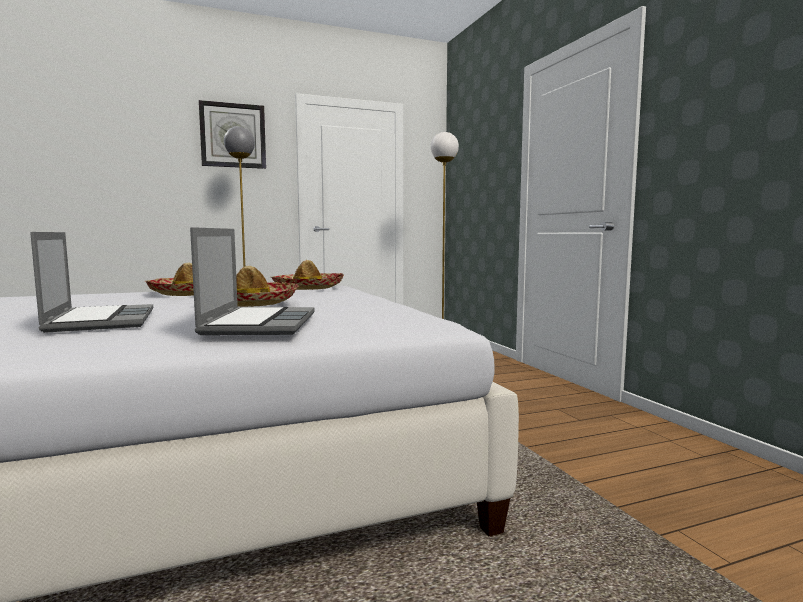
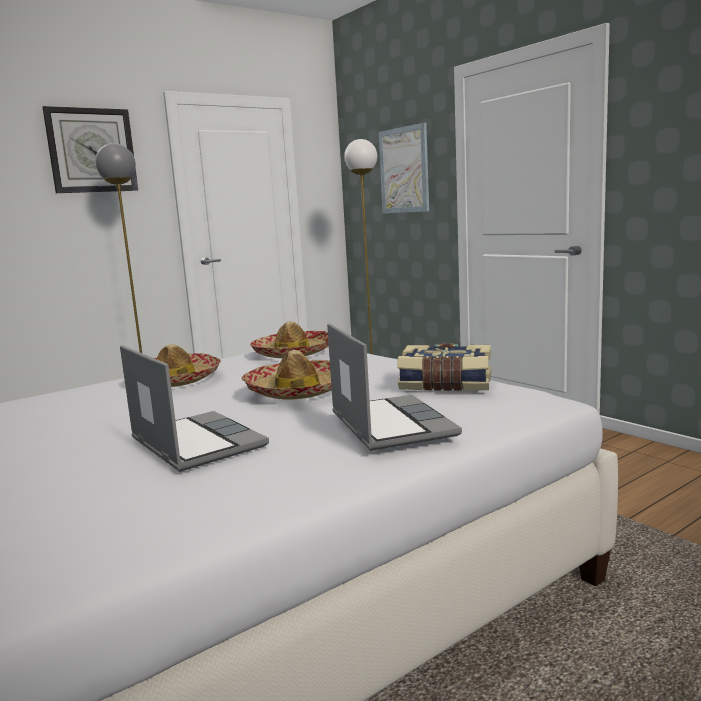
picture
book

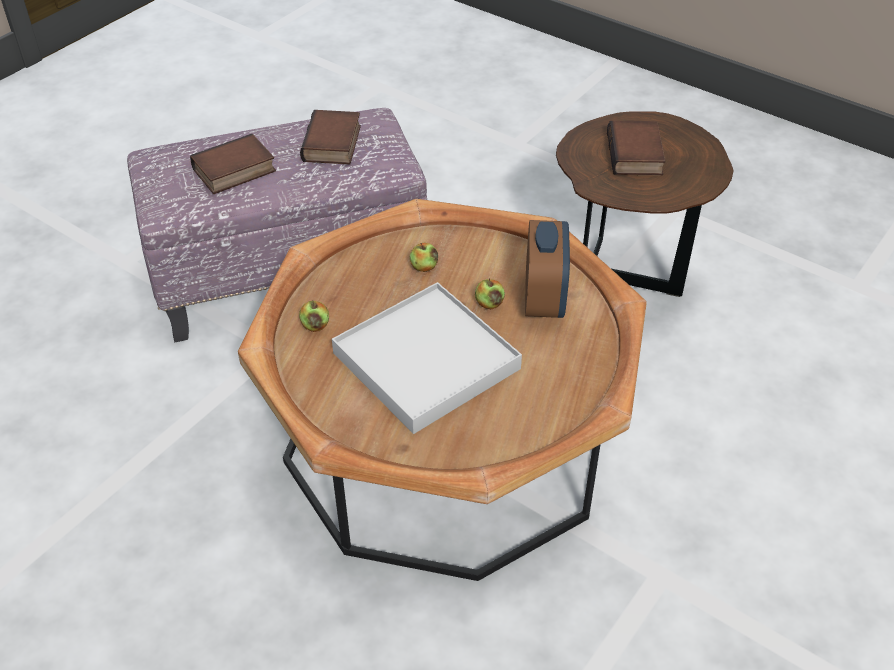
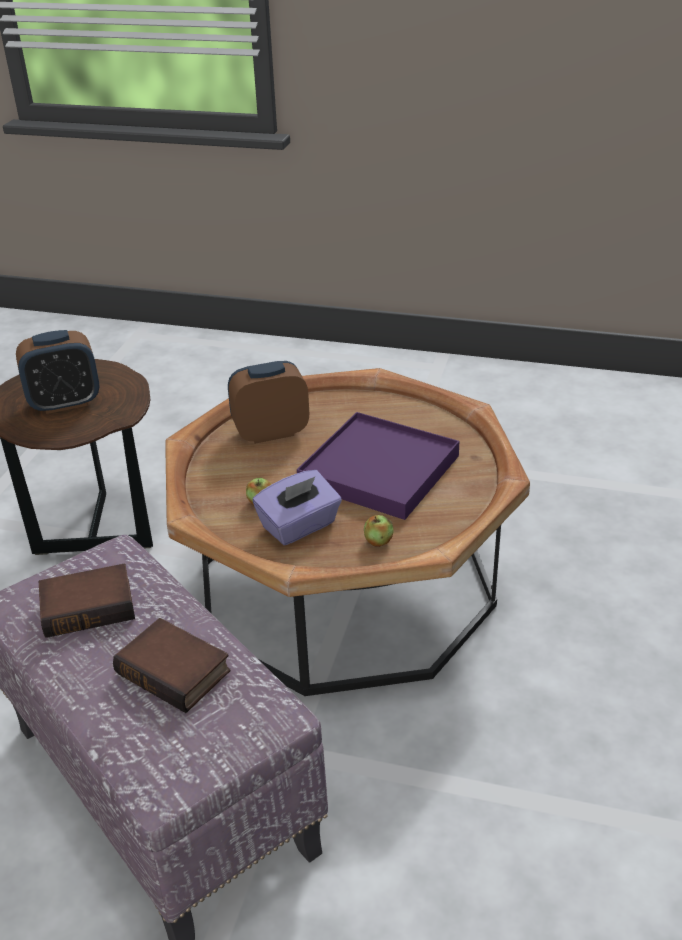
alarm clock (1st from left)
purple tissue box
purple tray
apple (3rd from left in the first image)

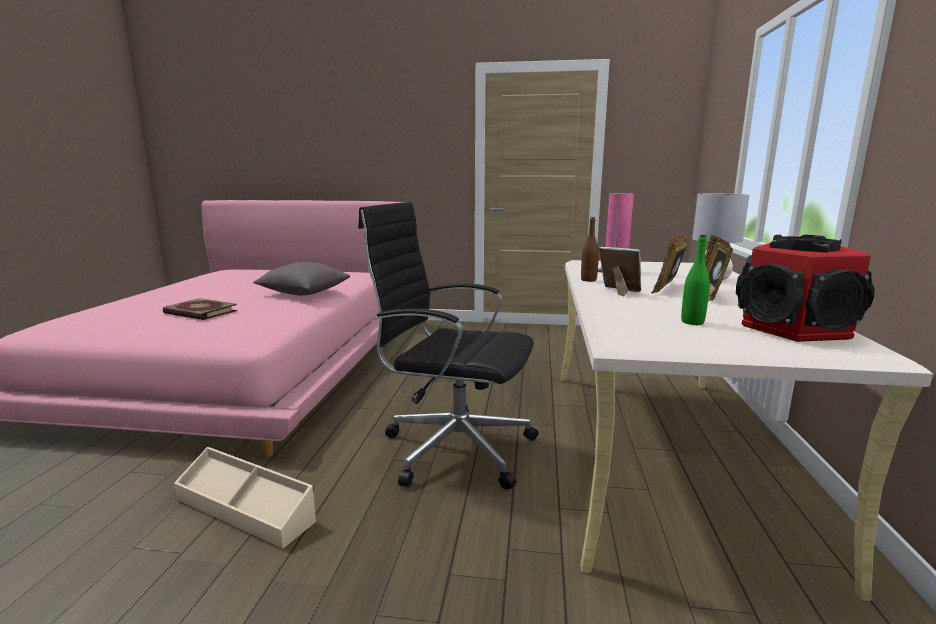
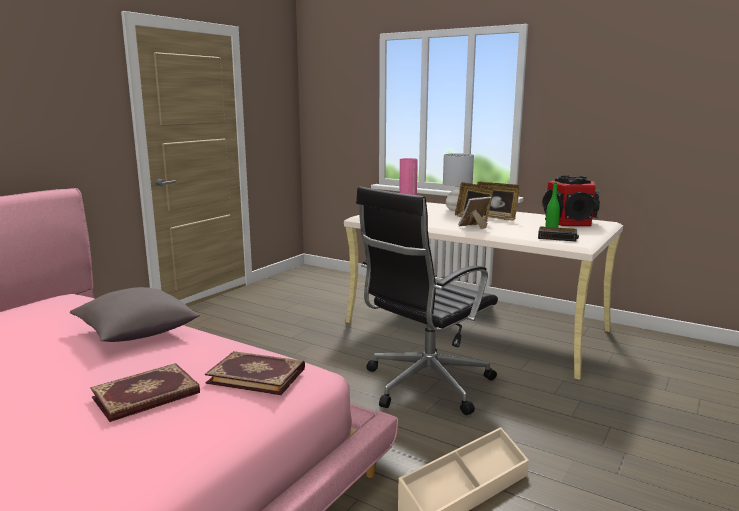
book (2nd from left)
alarm clock
brown bottle

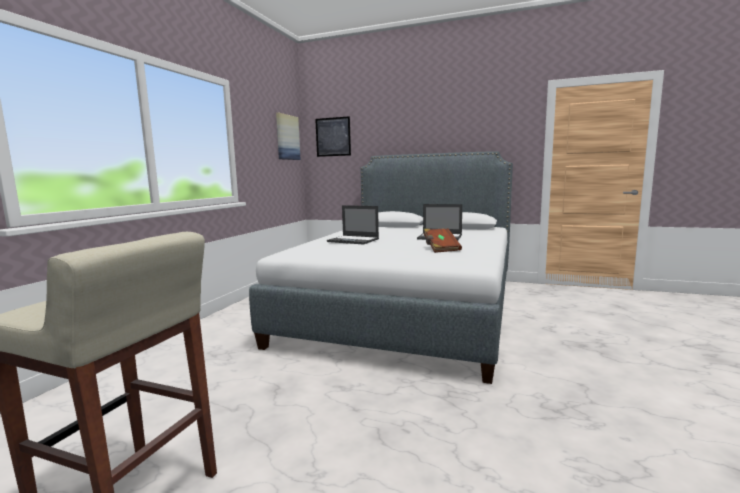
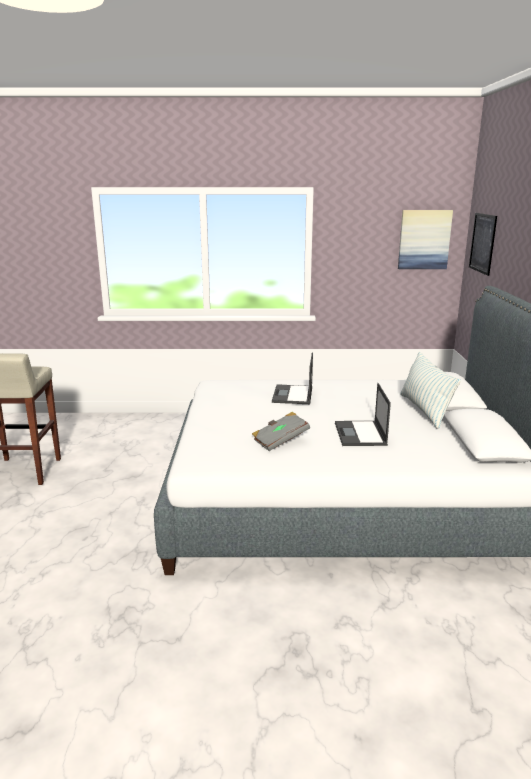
grey book
pillow

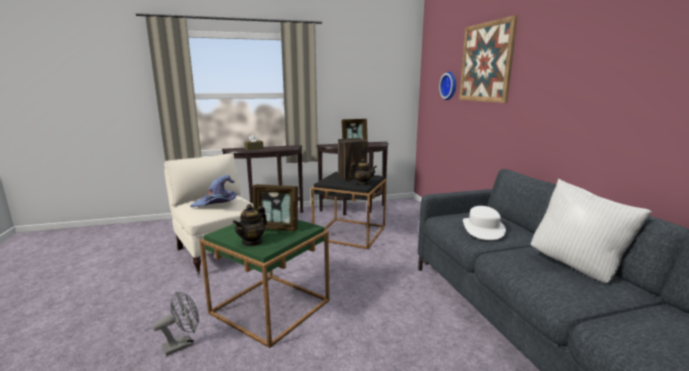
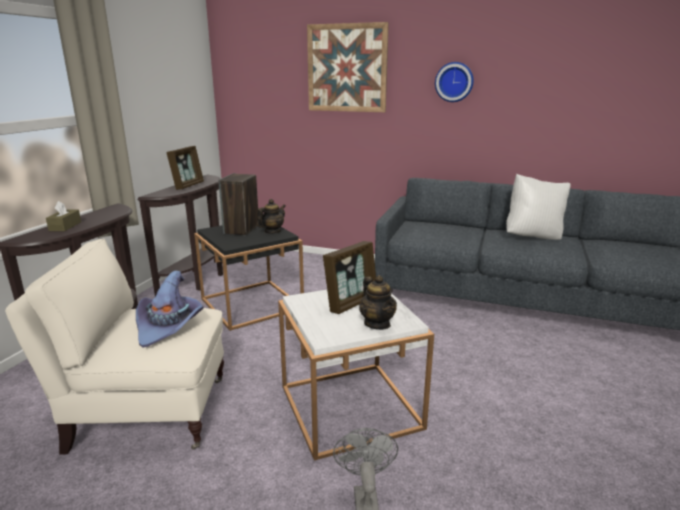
white side table
wall clock
white hat

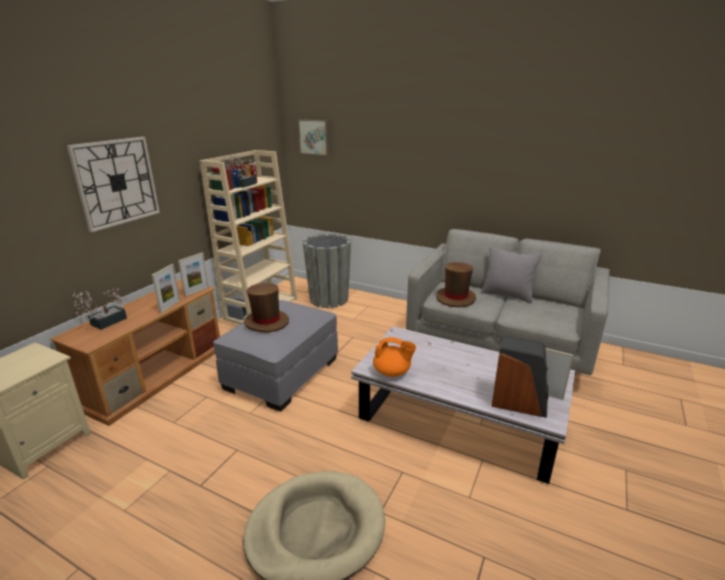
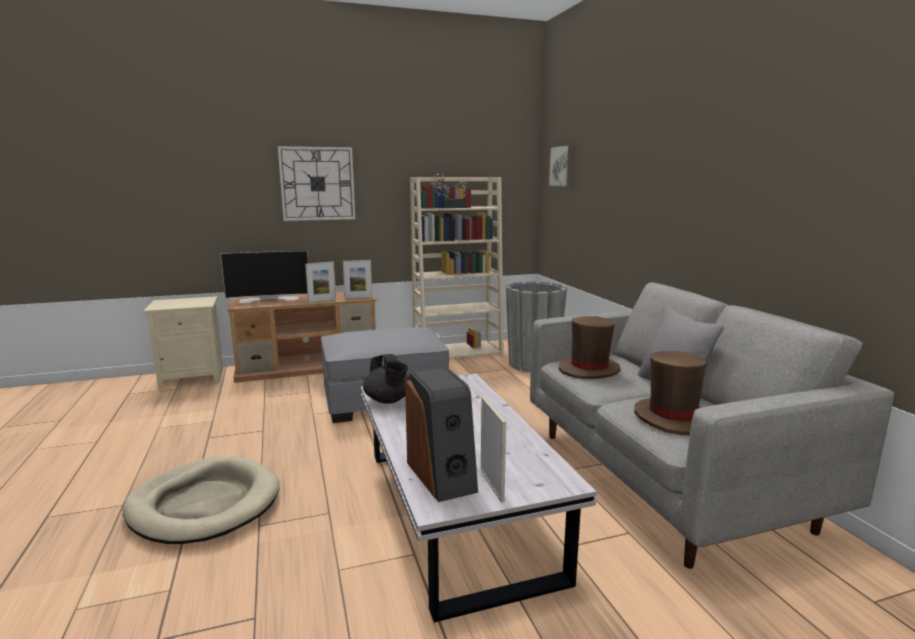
television
black teapot
brown hat (2nd from left)

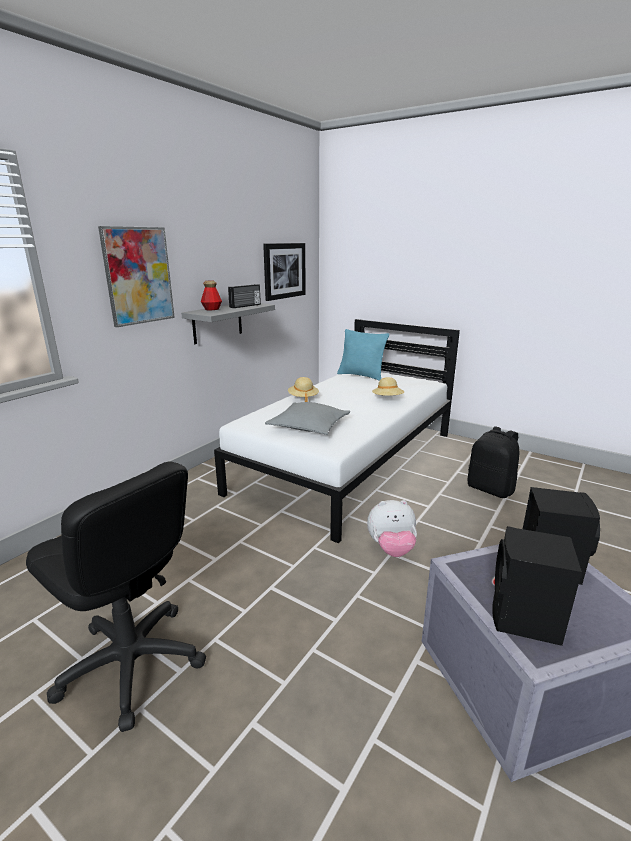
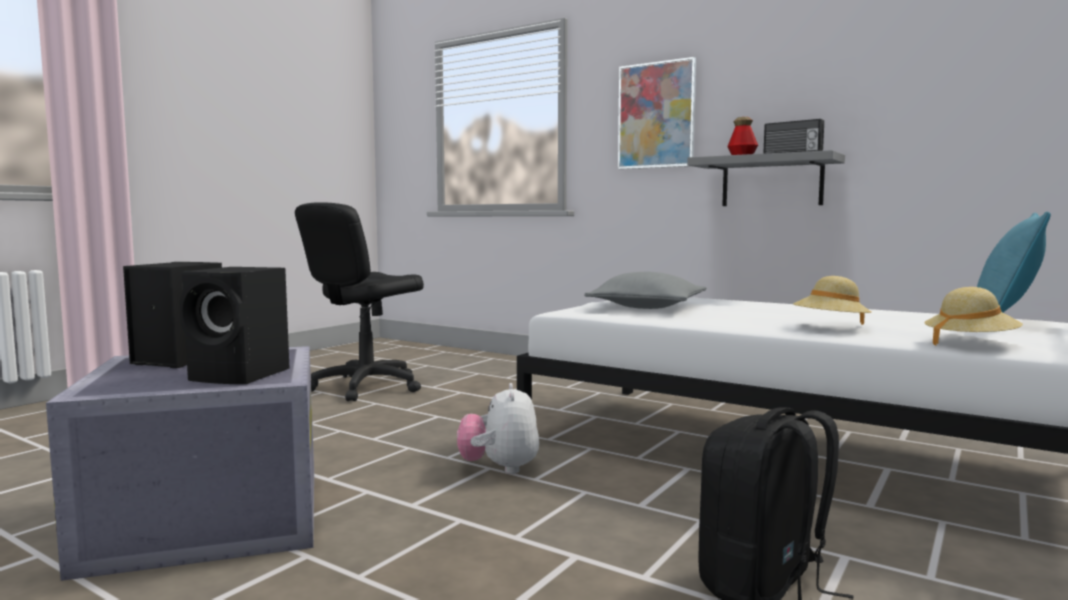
beige hat (2nd from left)
picture (2nd from left in the first image)

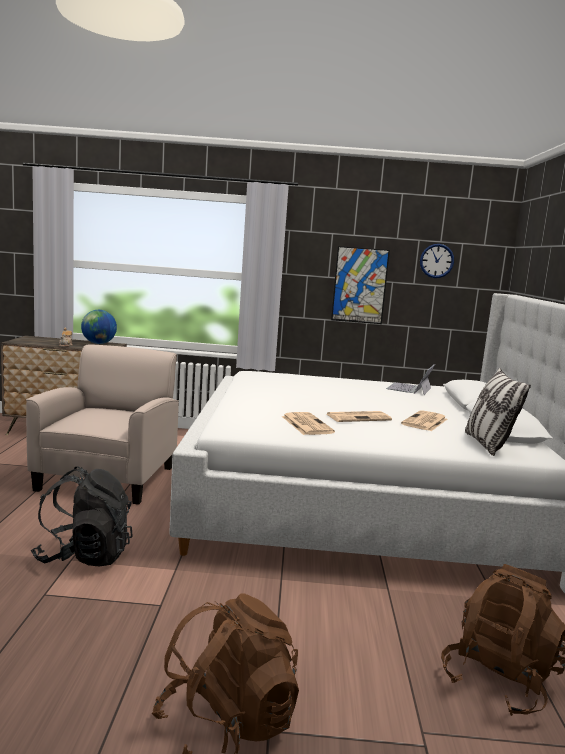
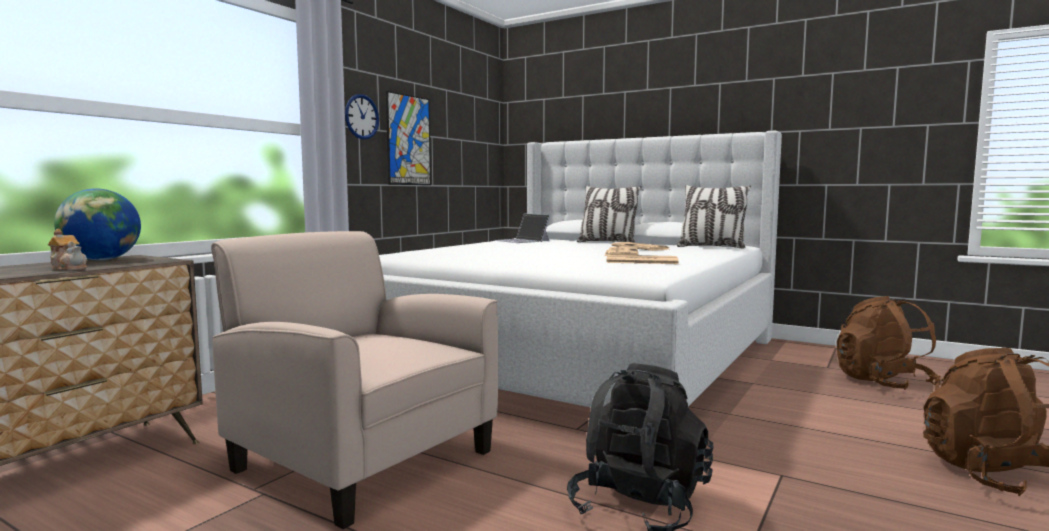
wall clock
pillow (1st from left)

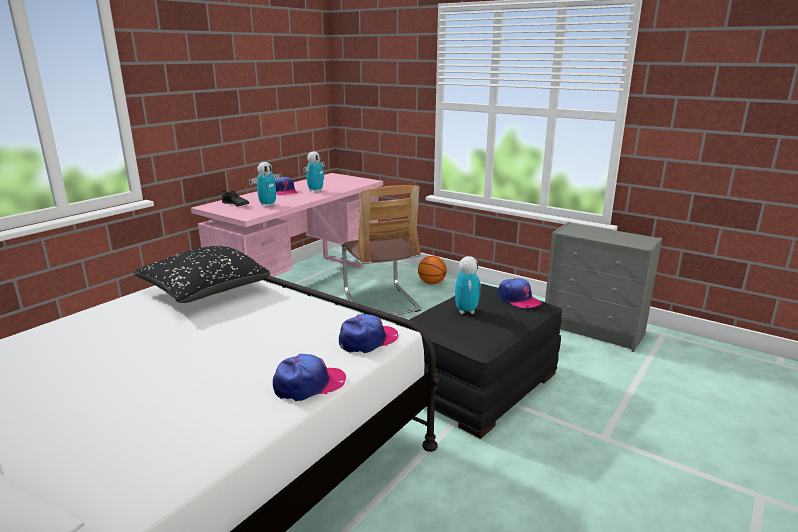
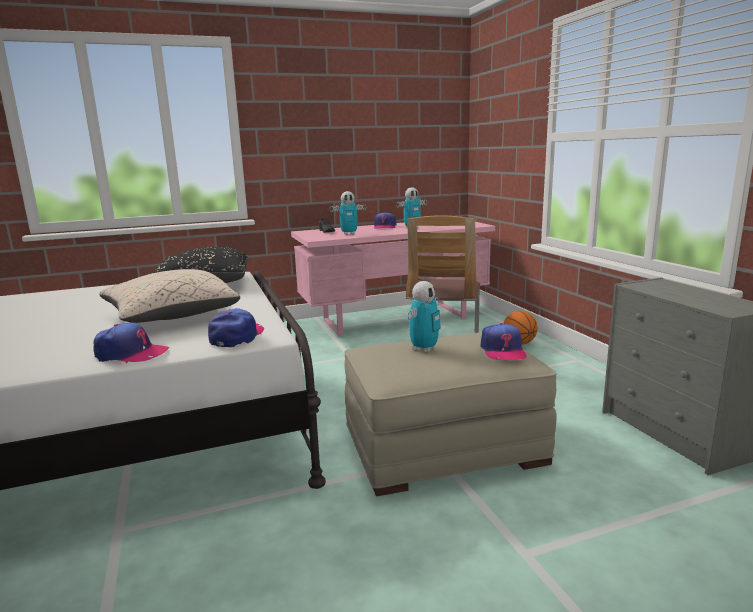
beige pillow
cap (2nd from left)
beige ottoman

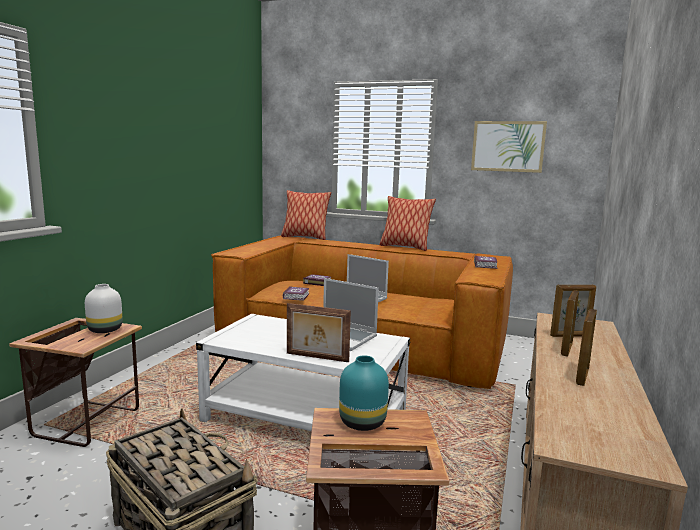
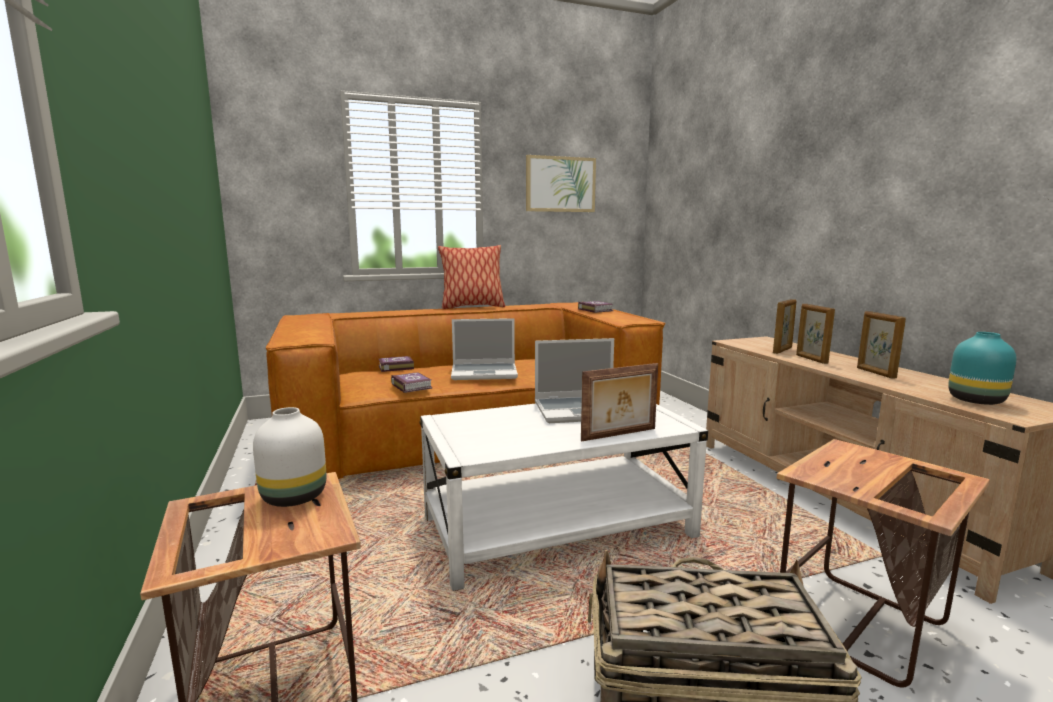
turquoise vase
pillow (1st from left in the first image)

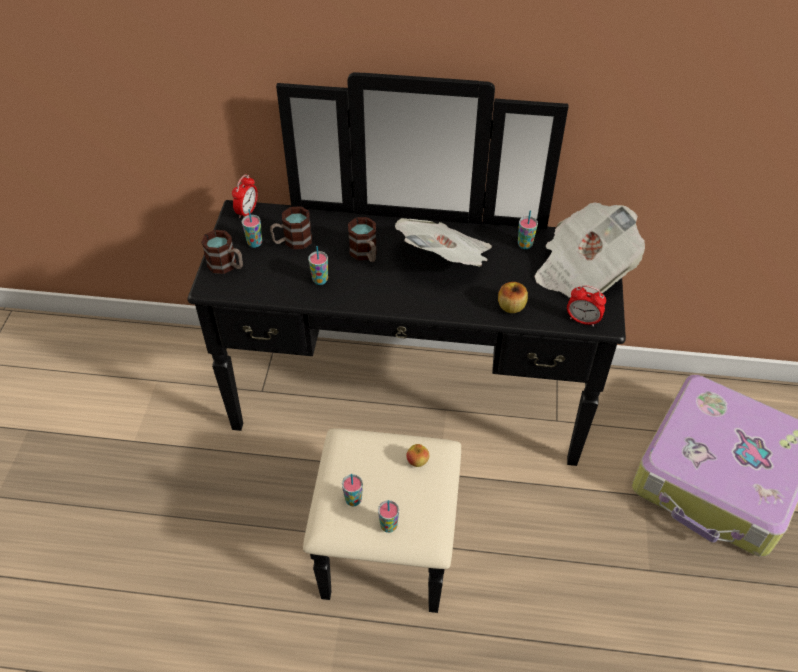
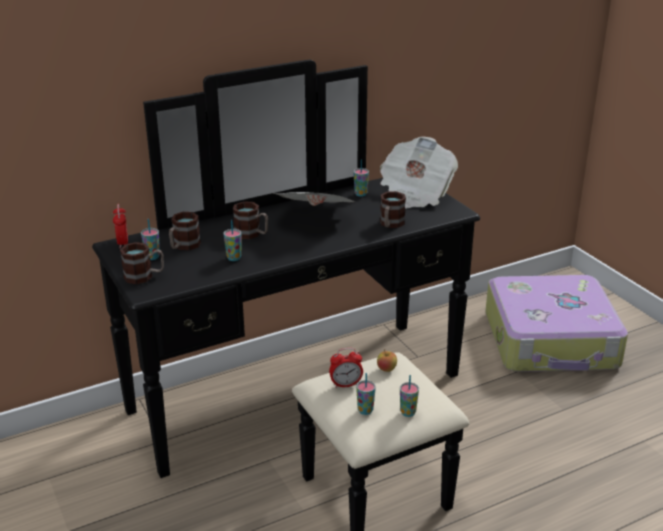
alarm clock (2nd from left)
mug (4th from left)

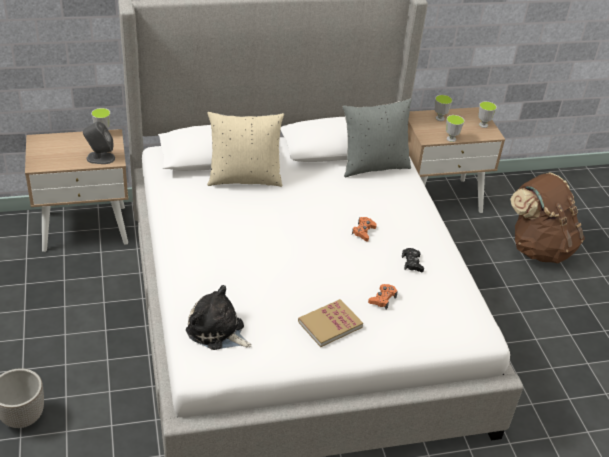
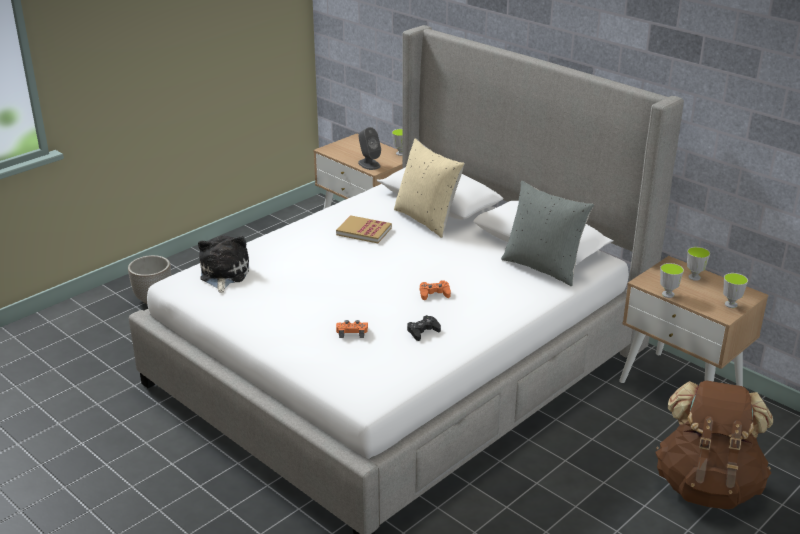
book

